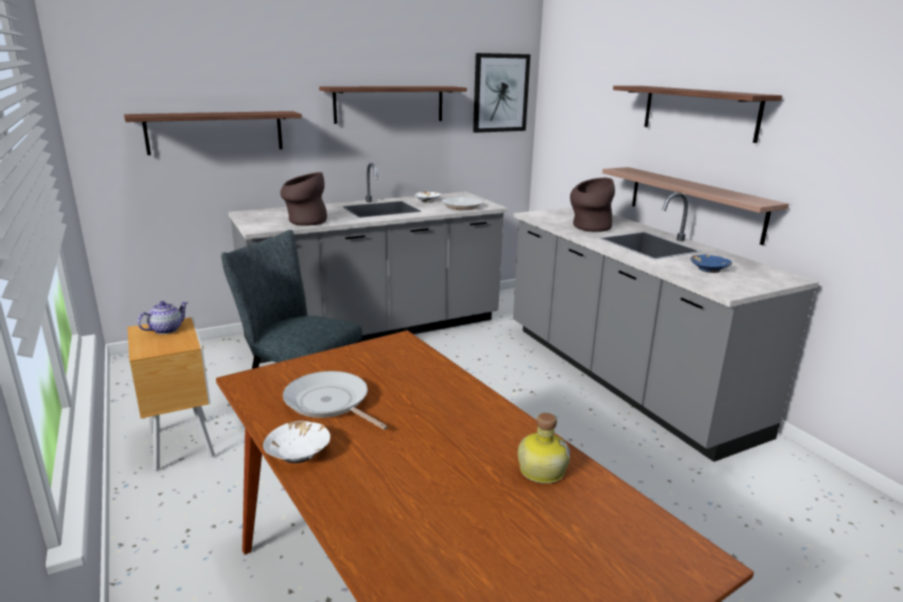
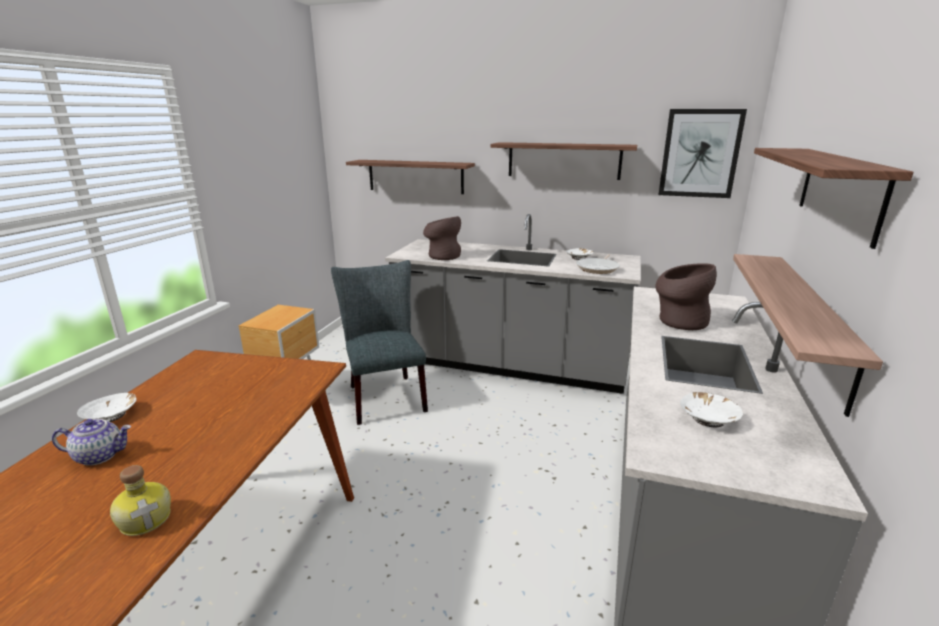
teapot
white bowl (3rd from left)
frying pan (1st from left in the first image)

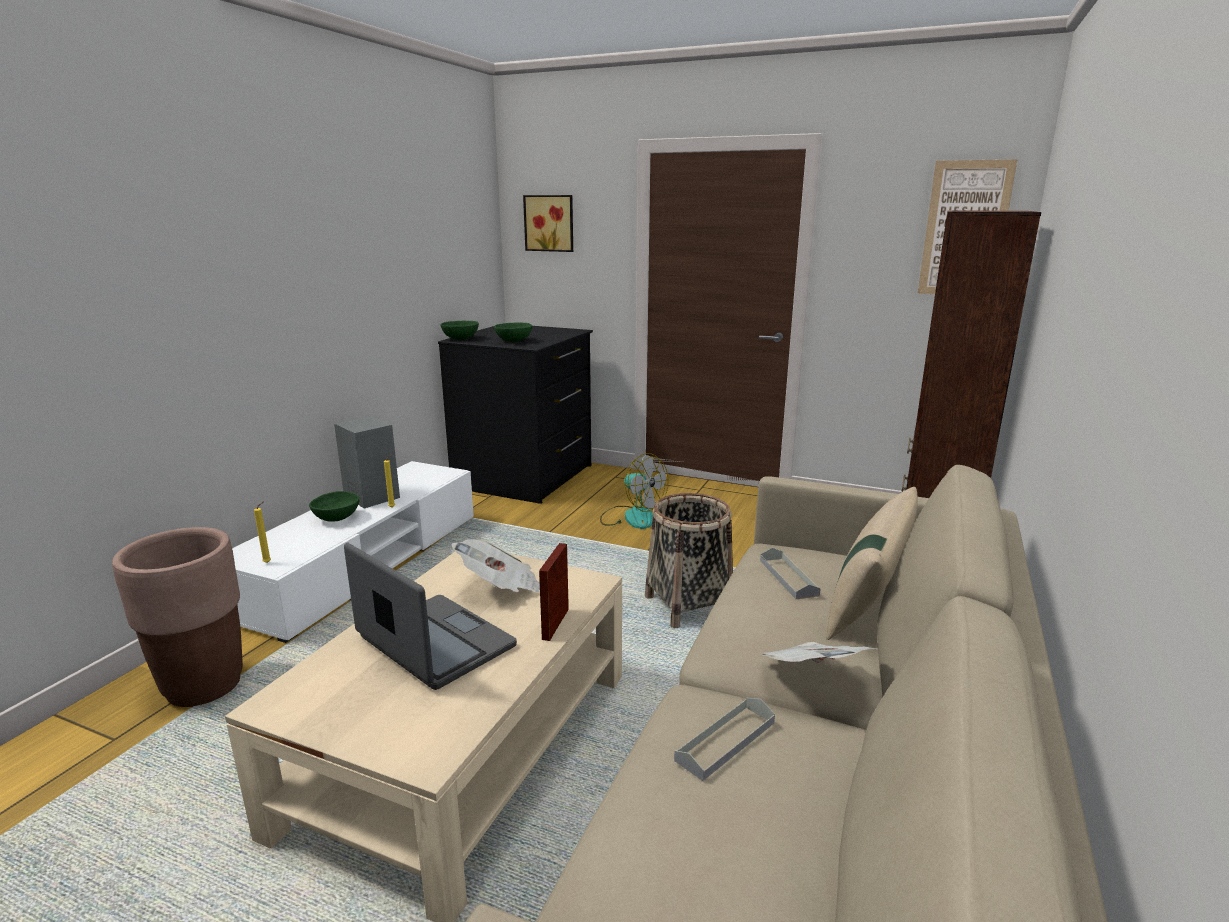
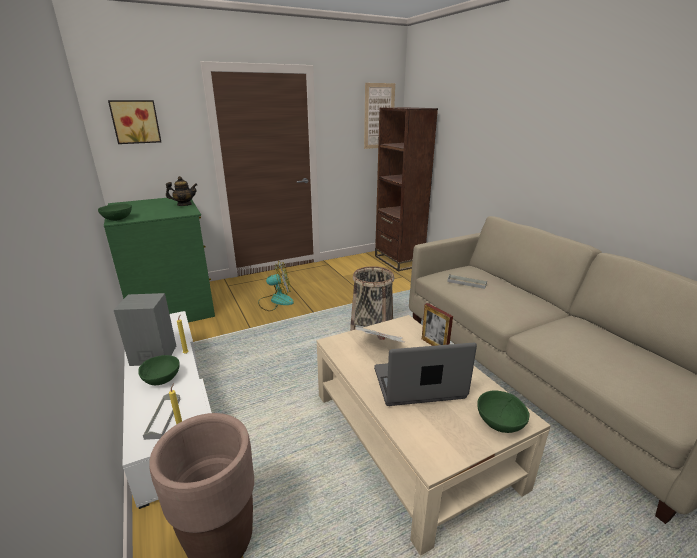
green dresser
grey tray (1st from left)
teapot
green bowl (3rd from left)
newspaper (2nd from left in the first image)
beige pillow

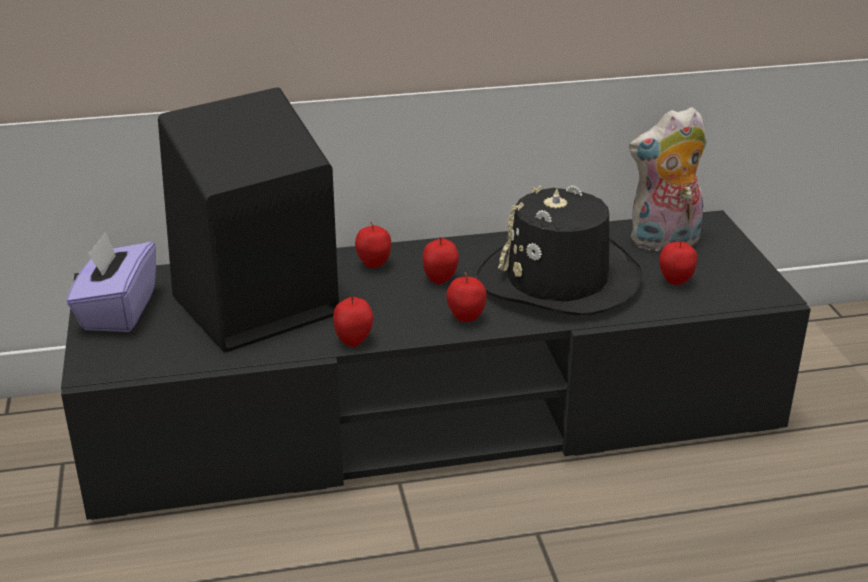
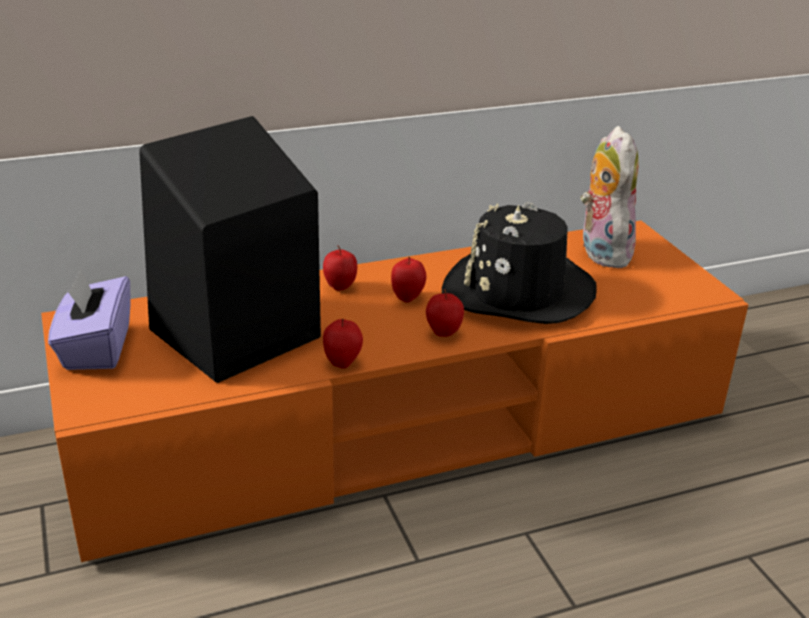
orange tv stand
plush toy
apple (5th from left in the first image)

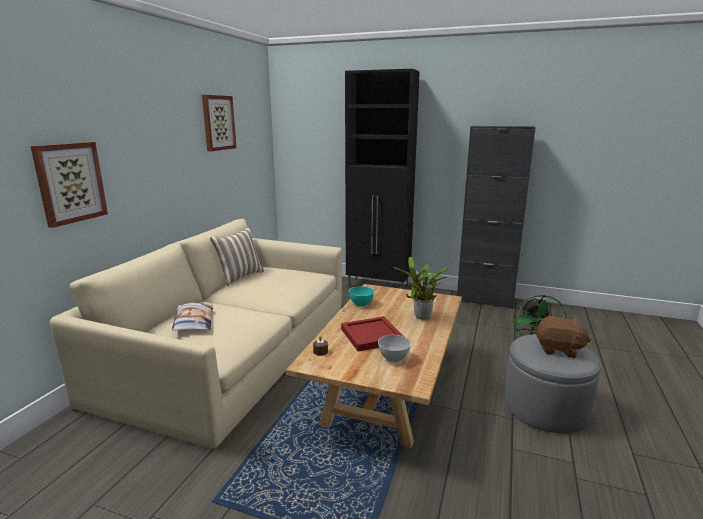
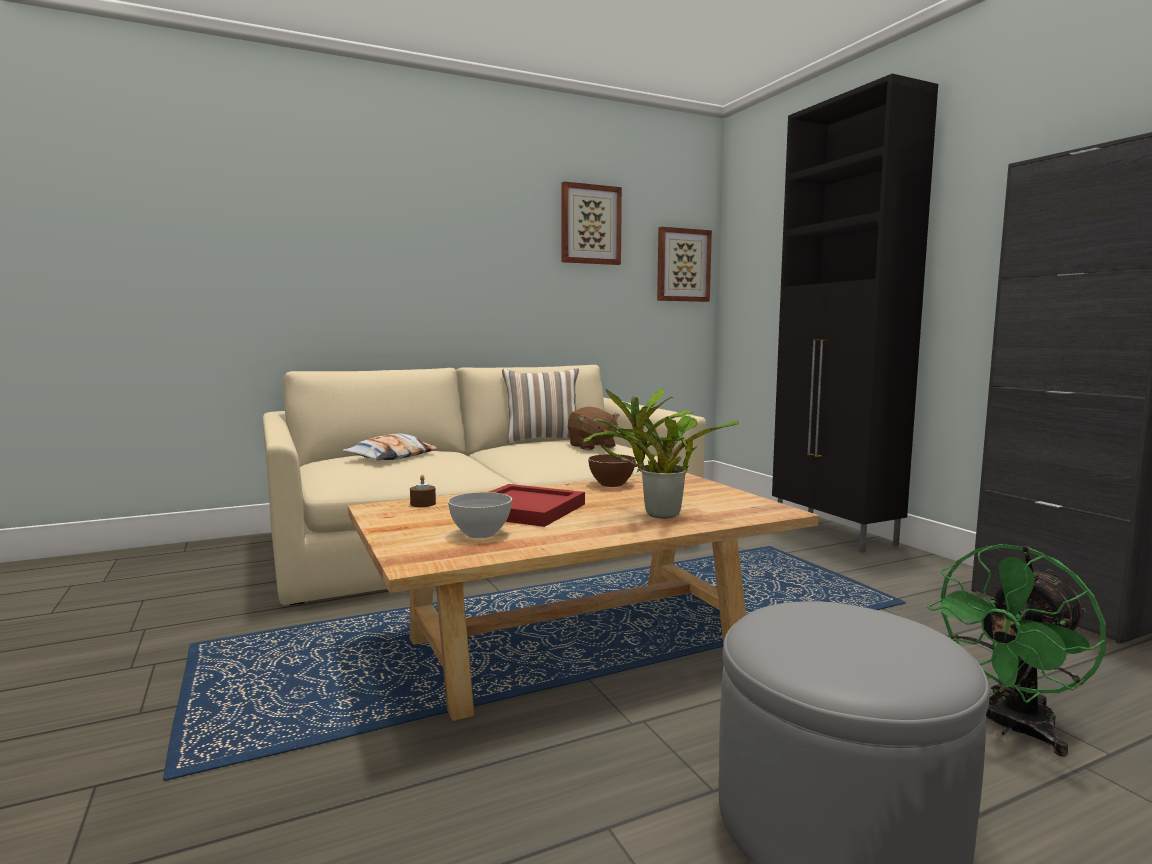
brown plush toy
brown bowl
picture (2nd from left)

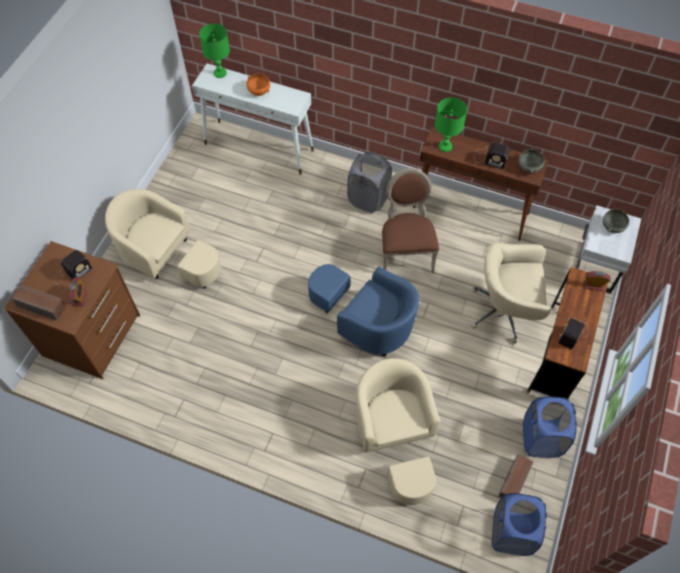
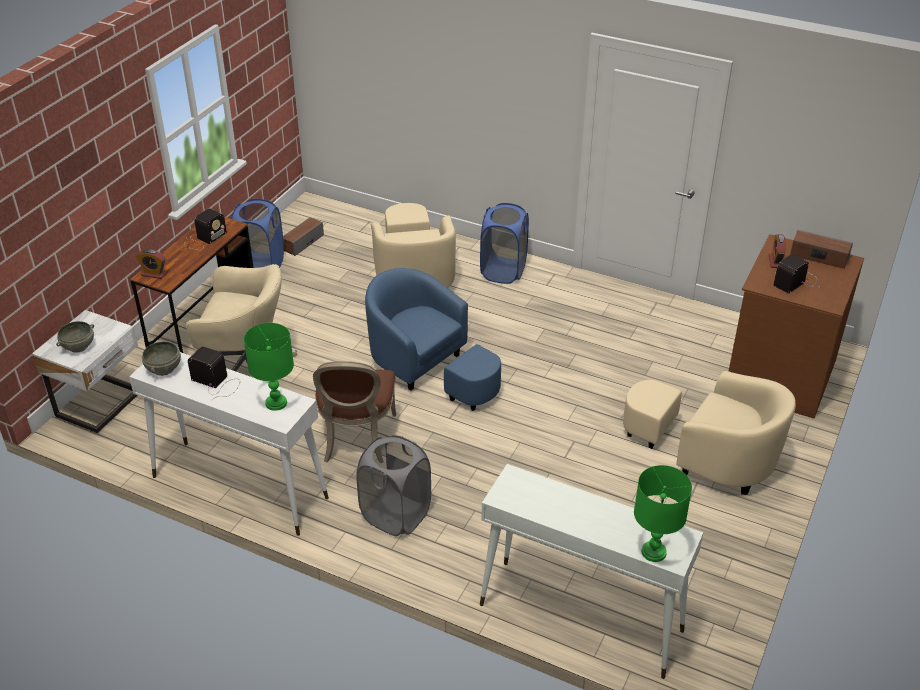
white console table (1st from left)
blue laundry basket (2nd from left)
orange bowl

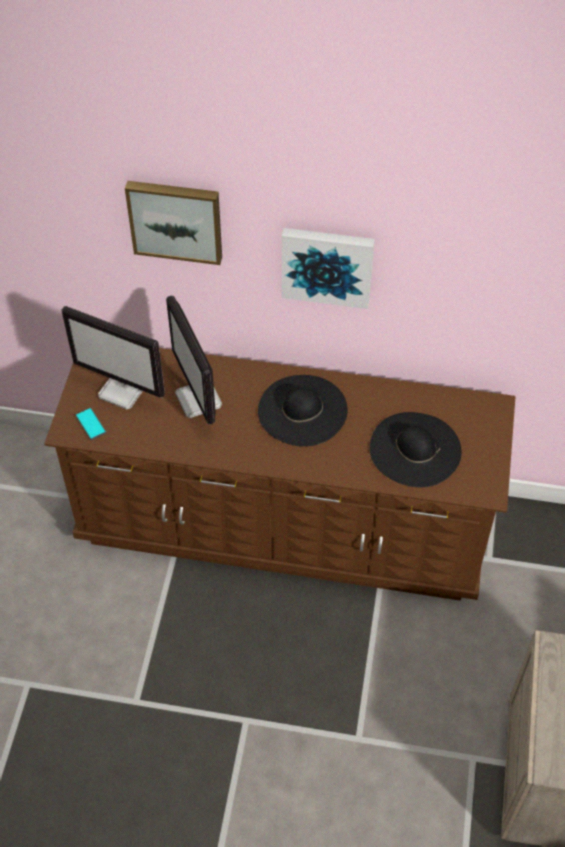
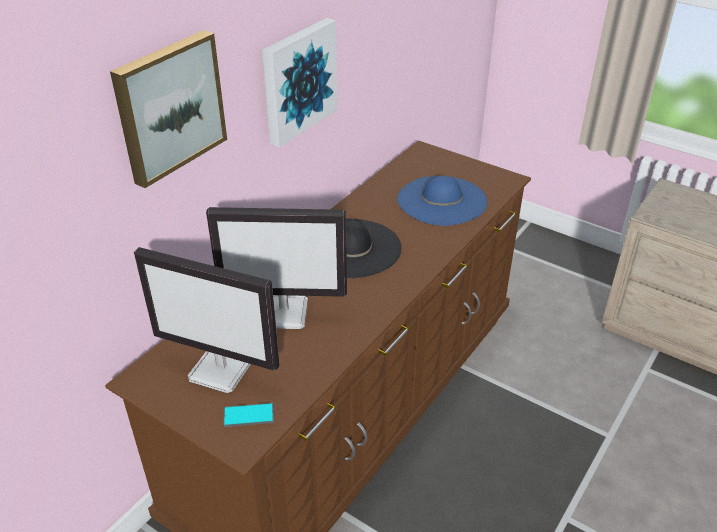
monitor (1st from left)
blue hat

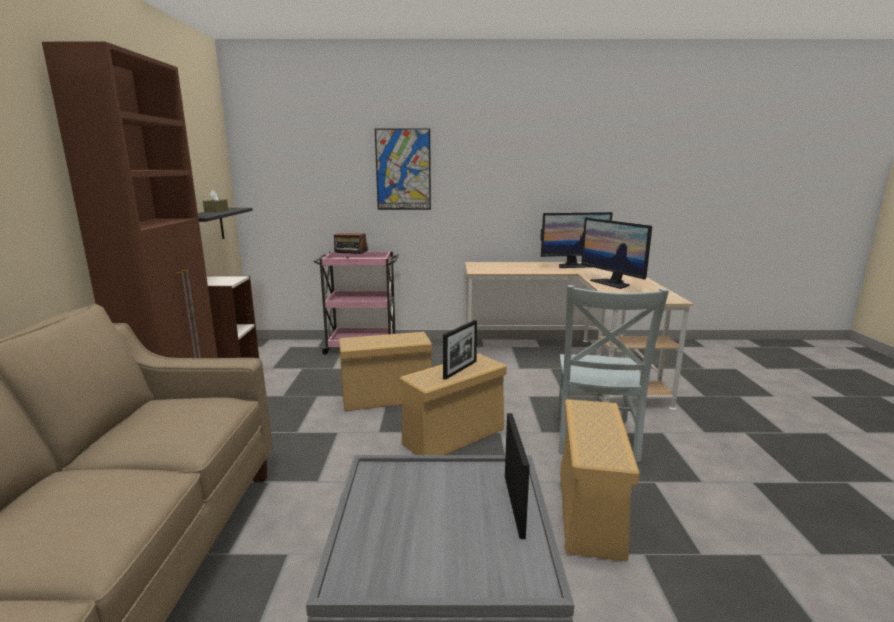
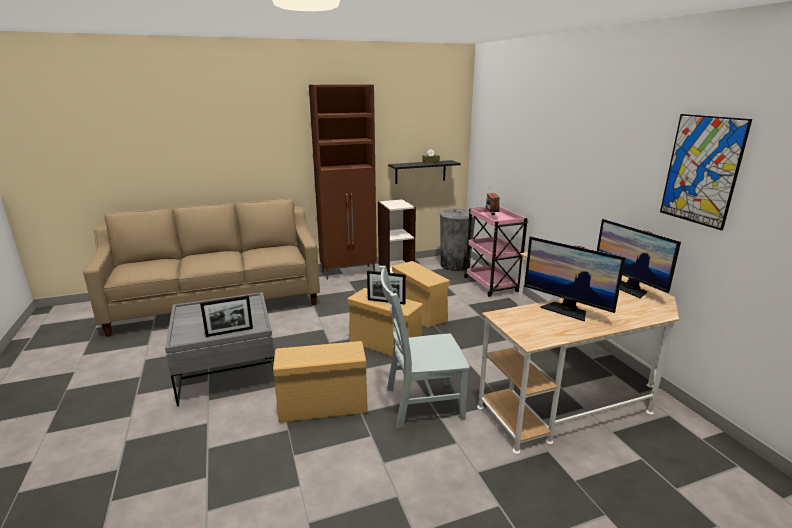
grey trash can
monitor (1st from left)
picture

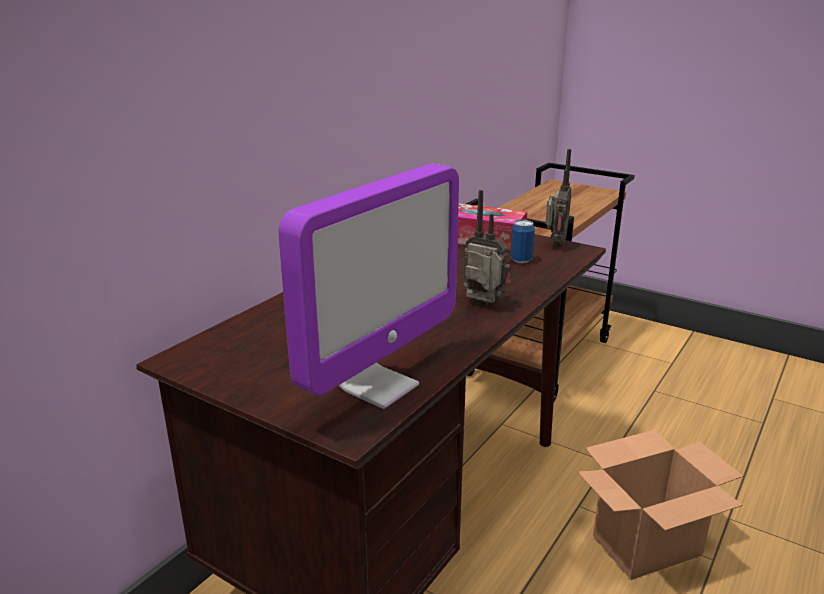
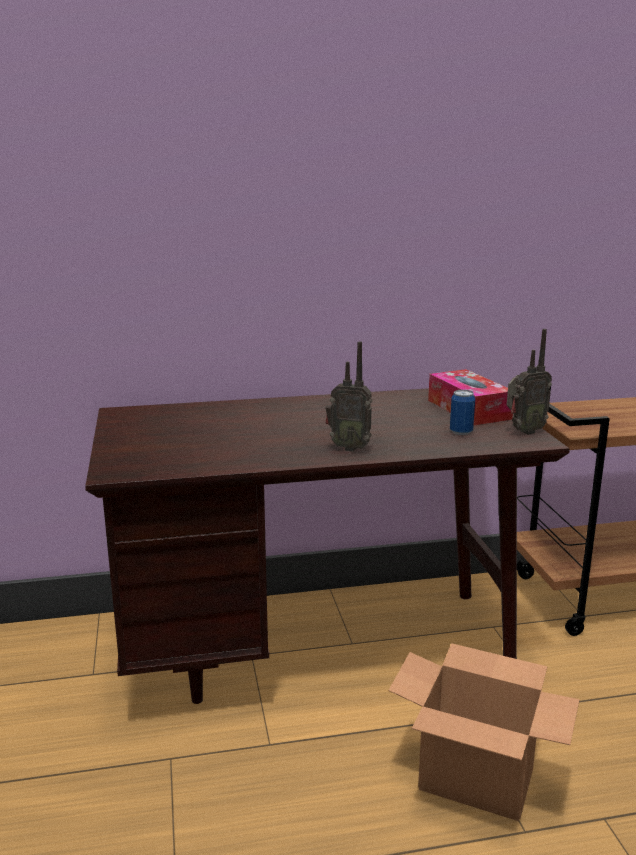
radio (1st from left)
monitor

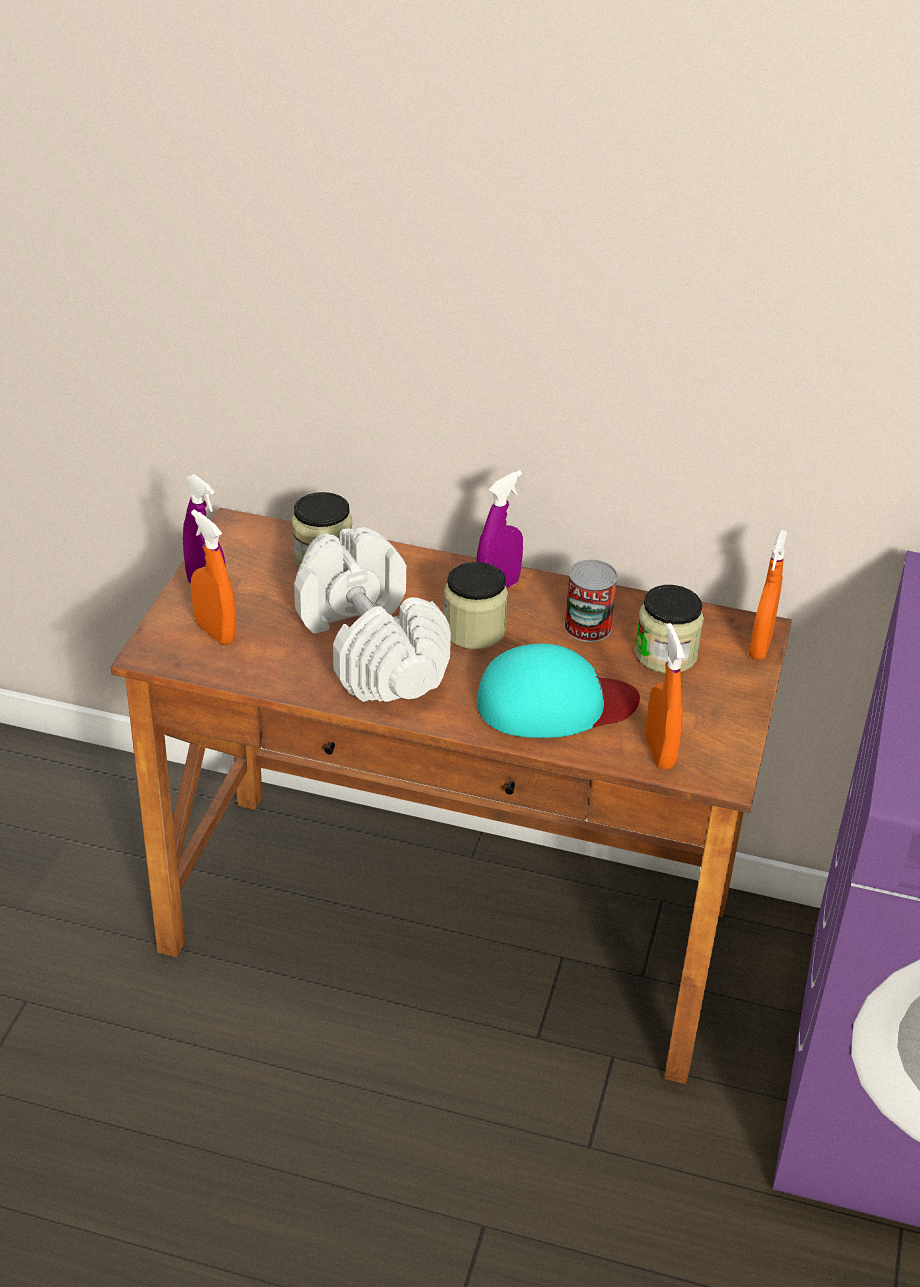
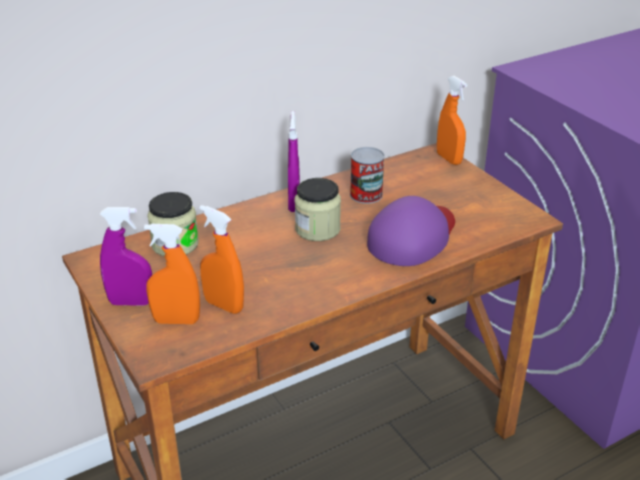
orange spray bottle (2nd from left)
purple cap
white dumbbell
jar (3rd from left in the first image)

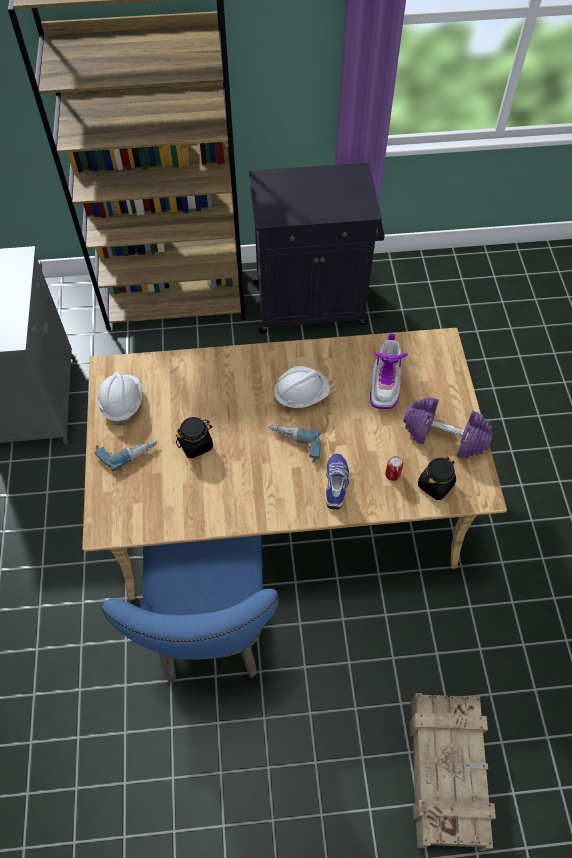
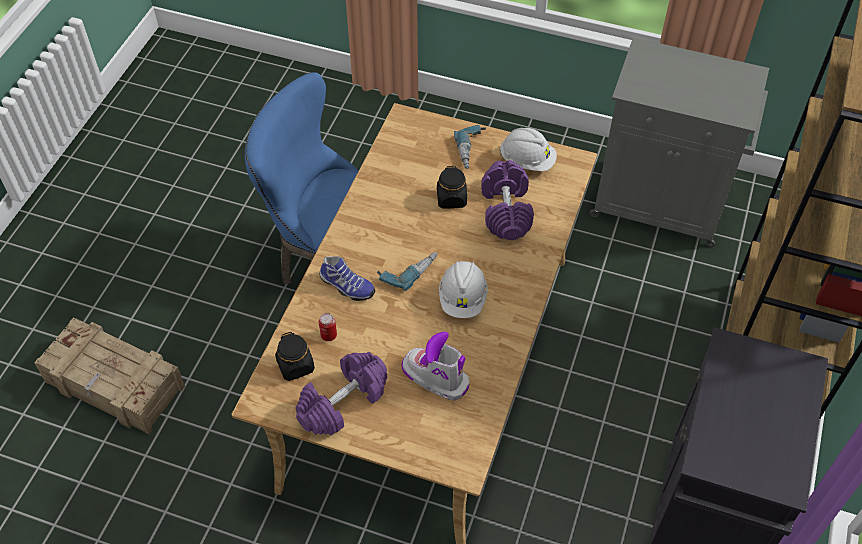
purple dumbbell (2nd from left)

